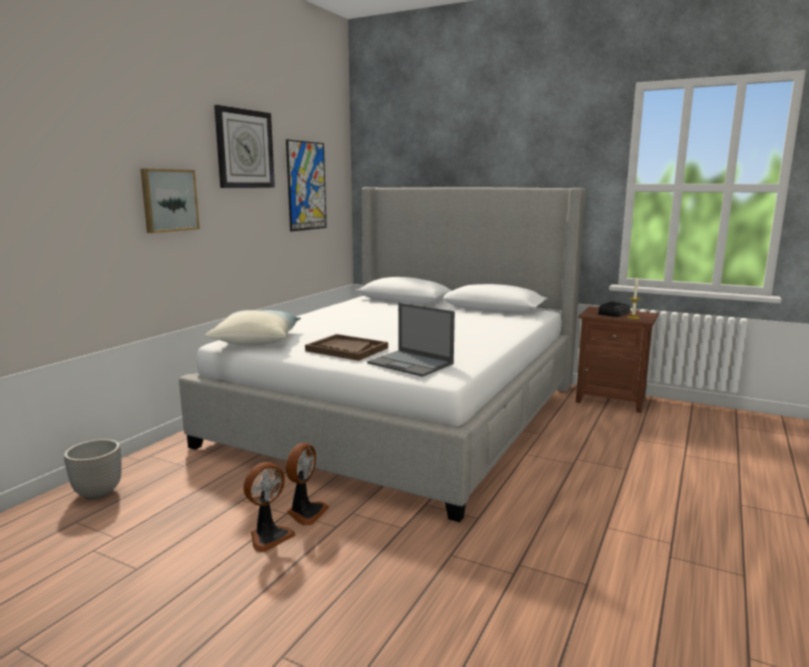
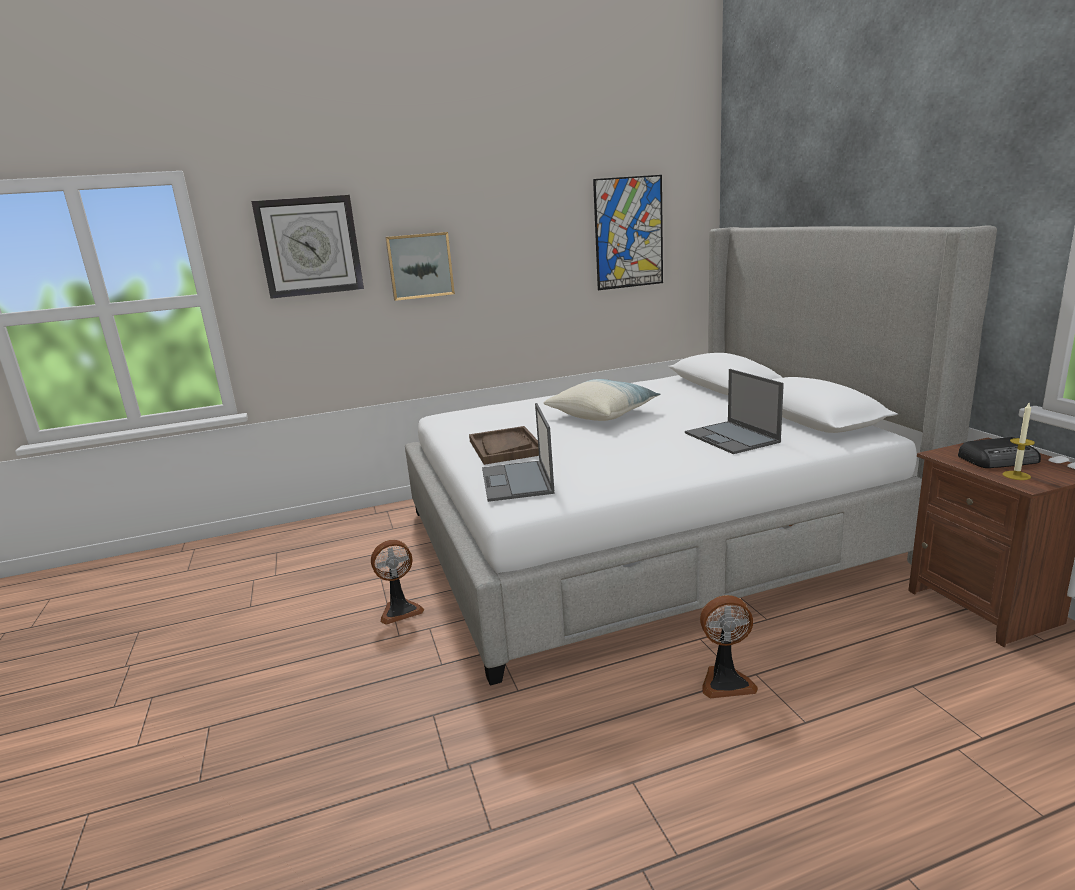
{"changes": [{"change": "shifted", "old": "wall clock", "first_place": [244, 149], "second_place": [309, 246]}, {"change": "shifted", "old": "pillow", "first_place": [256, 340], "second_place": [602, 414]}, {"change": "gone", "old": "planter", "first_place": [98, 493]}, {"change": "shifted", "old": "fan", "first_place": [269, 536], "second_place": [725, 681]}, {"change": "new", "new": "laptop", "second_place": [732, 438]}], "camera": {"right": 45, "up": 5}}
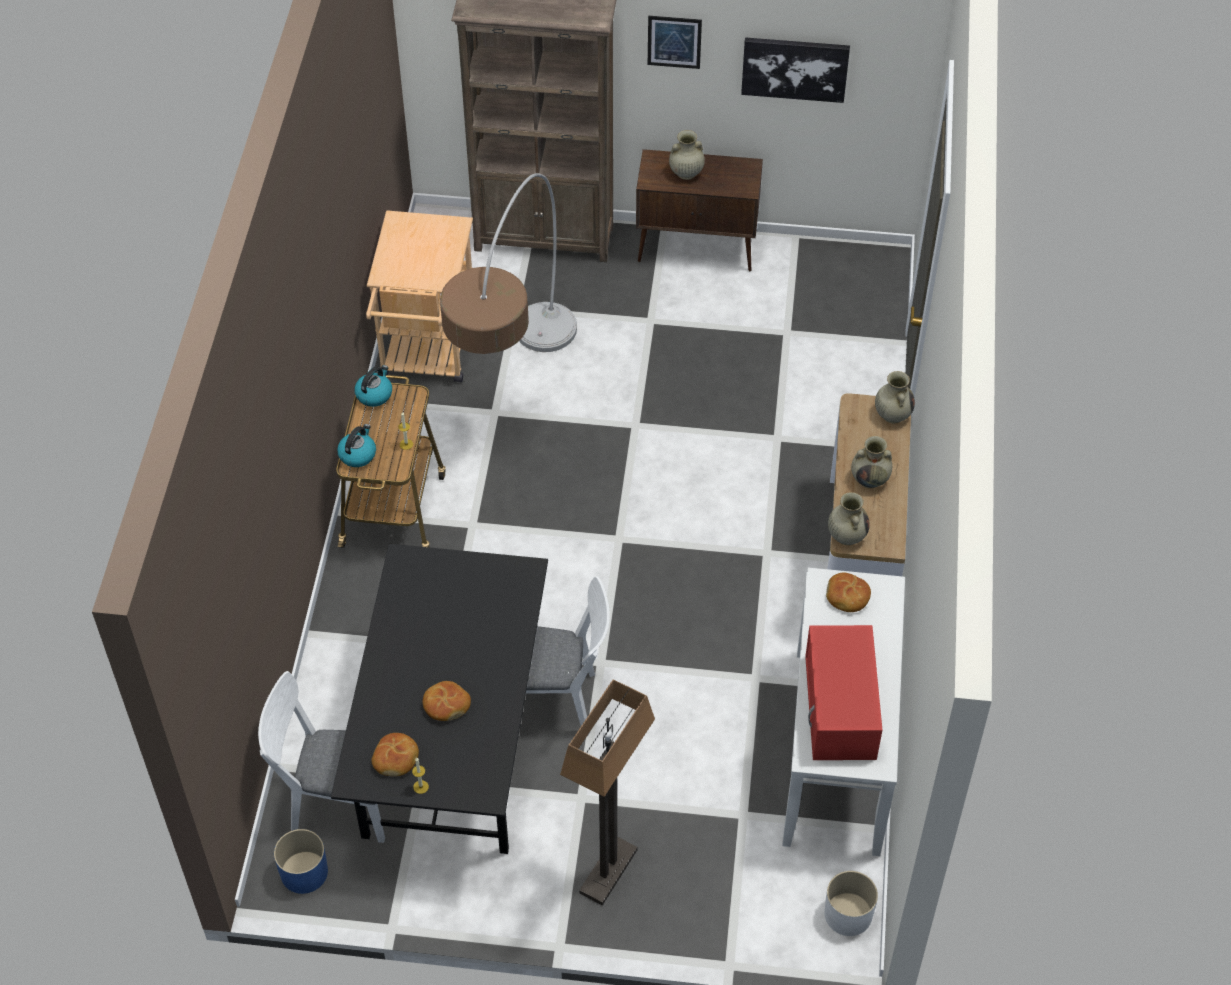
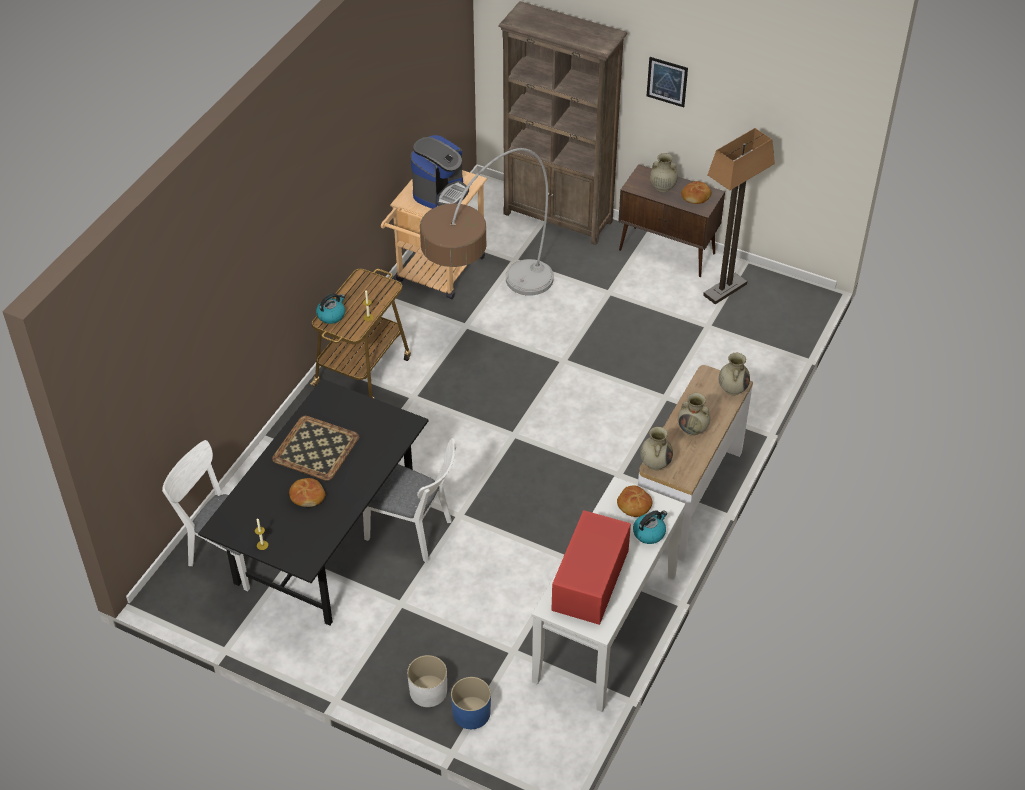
{"changes": [{"change": "gone", "old": "picture", "first_place": [795, 68]}, {"change": "shifted", "old": "kettle", "first_place": [374, 394], "second_place": [649, 533]}, {"change": "shifted", "old": "floor lamp", "first_place": [608, 871], "second_place": [725, 289]}, {"change": "shifted", "old": "bread", "first_place": [396, 759], "second_place": [696, 196]}, {"change": "shifted", "old": "planter in blue", "first_place": [303, 872], "second_place": [471, 713]}, {"change": "shifted", "old": "planter in white", "first_place": [848, 914], "second_place": [428, 691]}, {"change": "new", "new": "coffee machine", "second_place": [440, 192]}, {"change": "new", "new": "tray", "second_place": [316, 449]}], "camera": {"right": 20, "up": -5}}
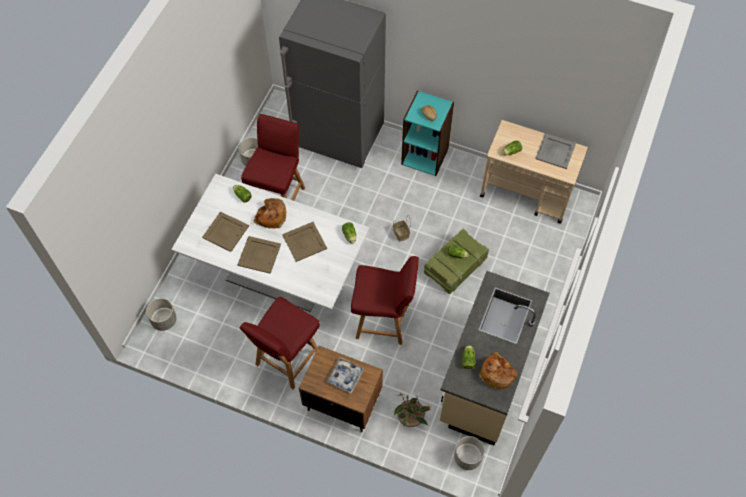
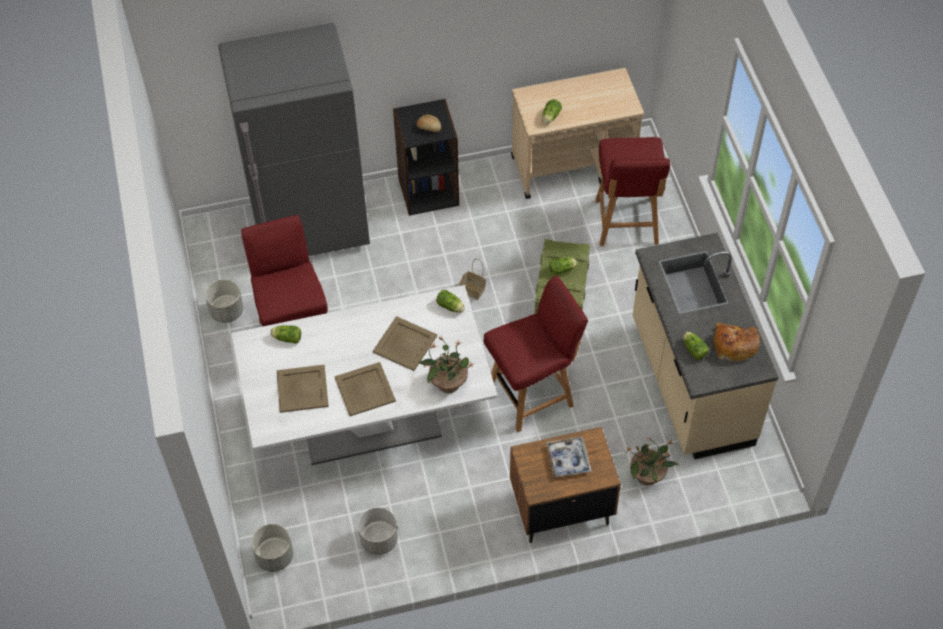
{"changes": [{"change": "repainted", "old": "bookcase in turquoise", "new": "bookcase in black", "first_place": [425, 156], "second_place": [428, 190]}, {"change": "gone", "old": "tray in grey", "first_place": [555, 151]}, {"change": "gone", "old": "bread", "first_place": [271, 216]}, {"change": "shifted", "old": "chair in red", "first_place": [287, 360], "second_place": [626, 223]}, {"change": "shifted", "old": "planter in grey", "first_place": [467, 457], "second_place": [379, 540]}, {"change": "new", "new": "potted plant", "second_place": [447, 383]}], "camera": {"right": -35, "up": -5}}
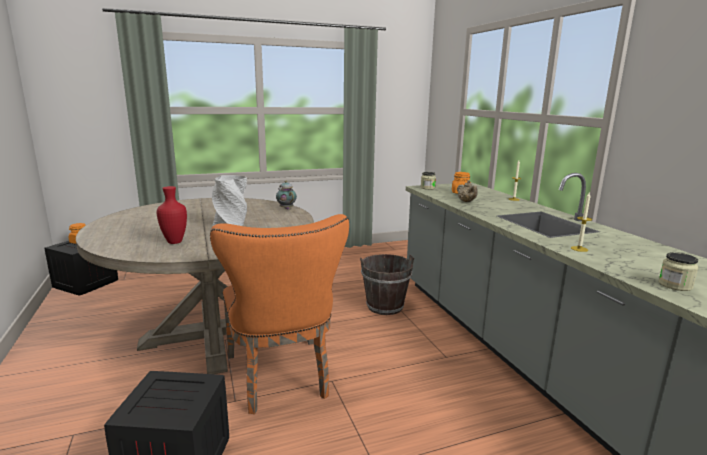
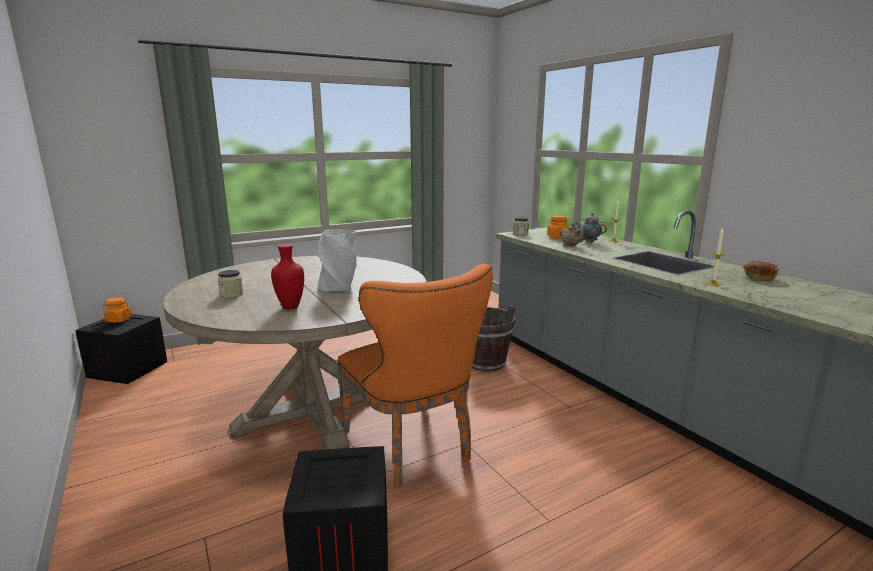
{"changes": [{"change": "shifted", "old": "teapot", "first_place": [286, 208], "second_place": [588, 242]}, {"change": "shifted", "old": "jar", "first_place": [675, 285], "second_place": [231, 294]}, {"change": "new", "new": "bread", "second_place": [758, 278]}], "camera": {"right": -10, "up": 0}}
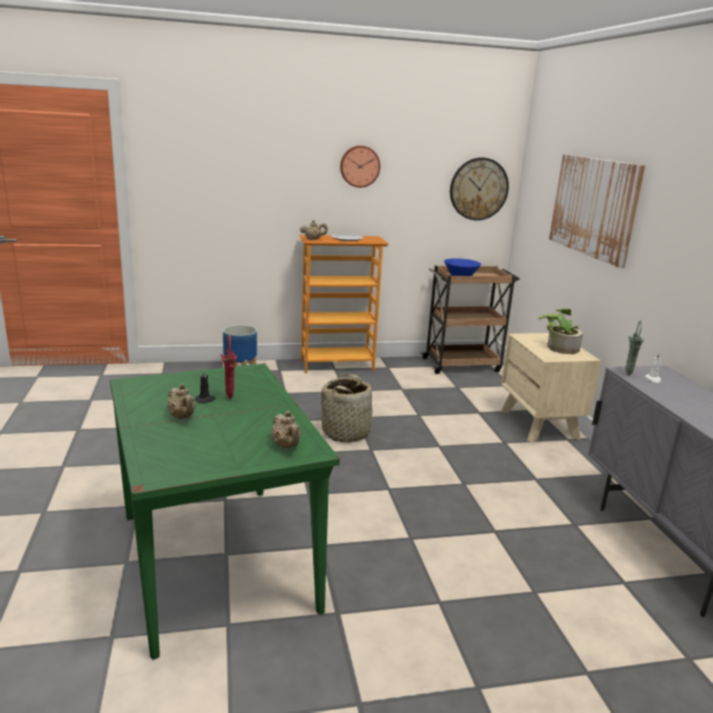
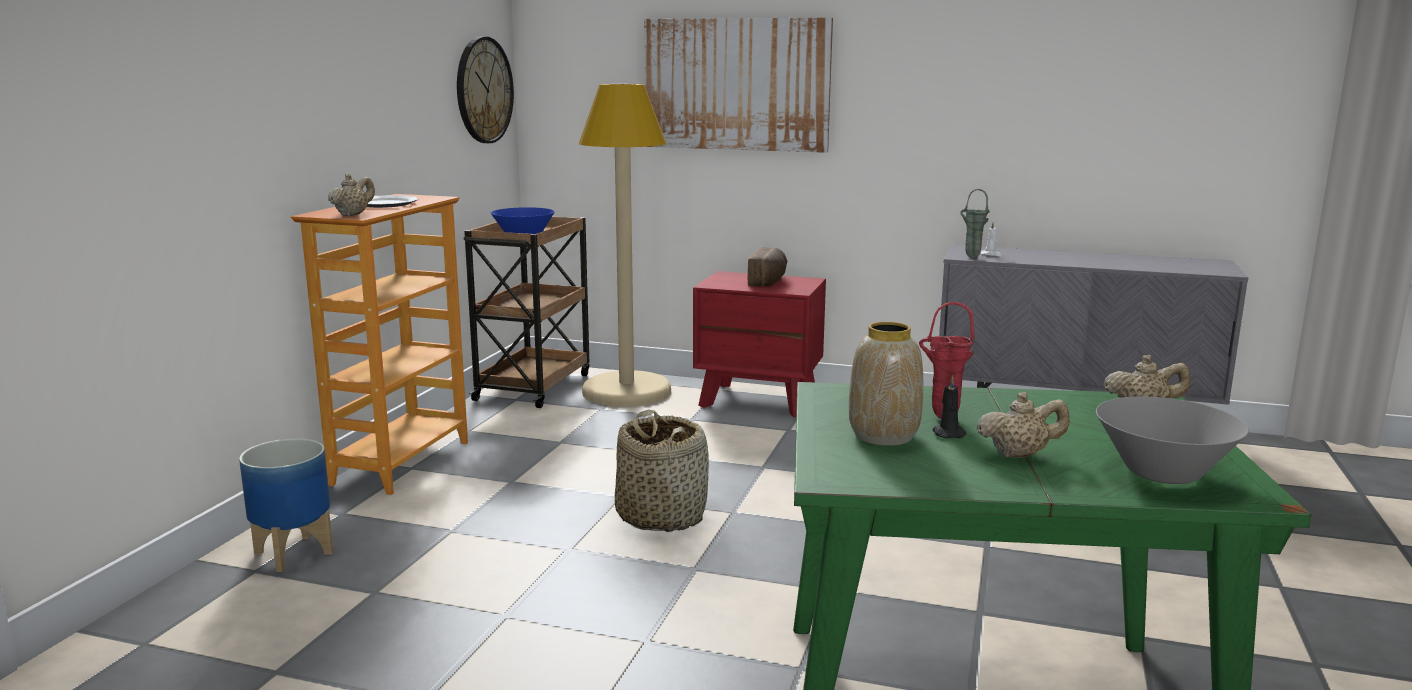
{"changes": [{"change": "gone", "old": "wall clock", "first_place": [359, 166]}, {"change": "swapped", "old": "potted plant", "new": "bread", "first_place": [558, 347], "second_place": [769, 281]}, {"change": "repainted", "old": "nightstand in beige", "new": "nightstand in red", "first_place": [539, 424], "second_place": [759, 399]}, {"change": "new", "new": "floor lamp in beige", "second_place": [627, 392]}, {"change": "new", "new": "vase", "second_place": [882, 436]}, {"change": "new", "new": "bowl in grey", "second_place": [1162, 473]}], "camera": {"right": -60, "up": -5}}
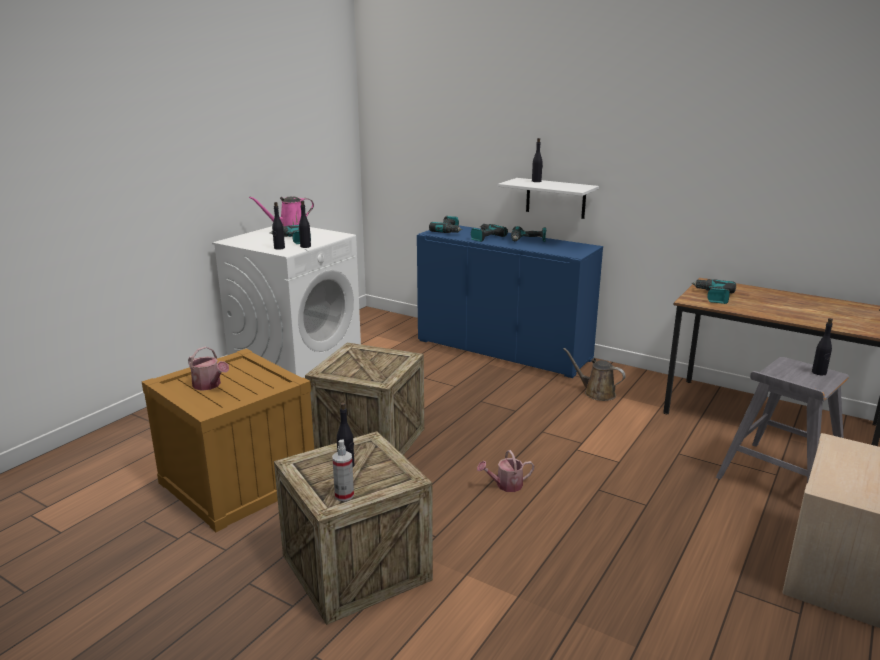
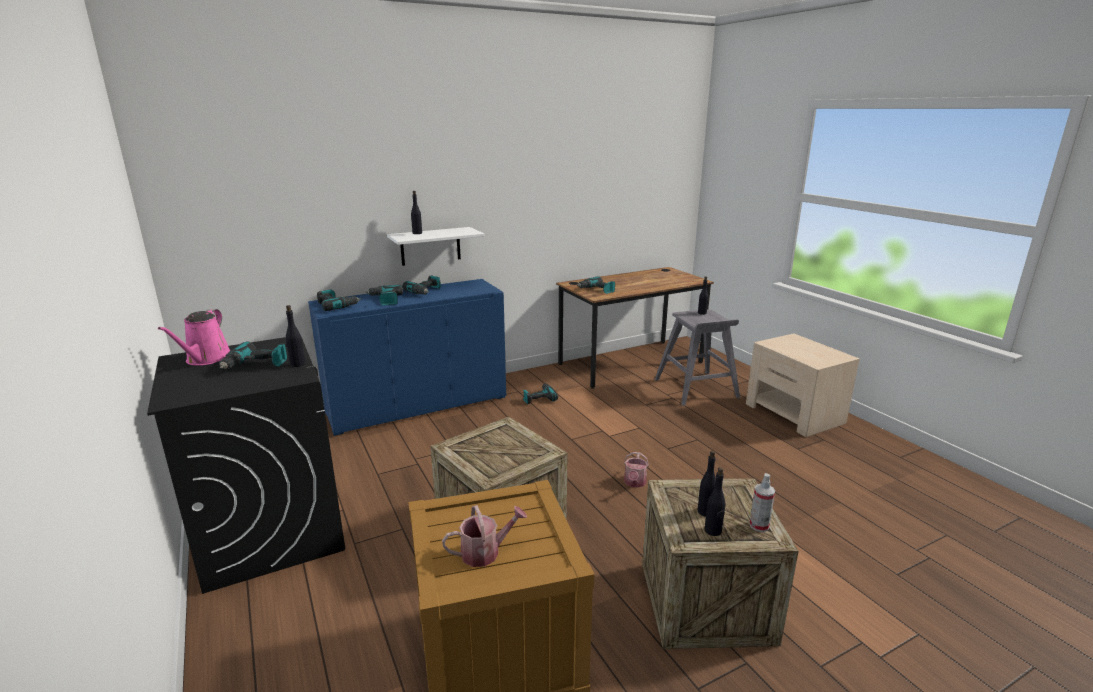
{"changes": [{"change": "shifted", "old": "bottle in black", "first_place": [279, 248], "second_place": [713, 531]}, {"change": "repainted", "old": "washing machine in white", "new": "washing machine in black", "first_place": [297, 366], "second_place": [270, 530]}, {"change": "swapped", "old": "watering can in brown", "new": "power drill", "first_place": [596, 393], "second_place": [538, 398]}], "camera": {"right": -60, "up": 0}}
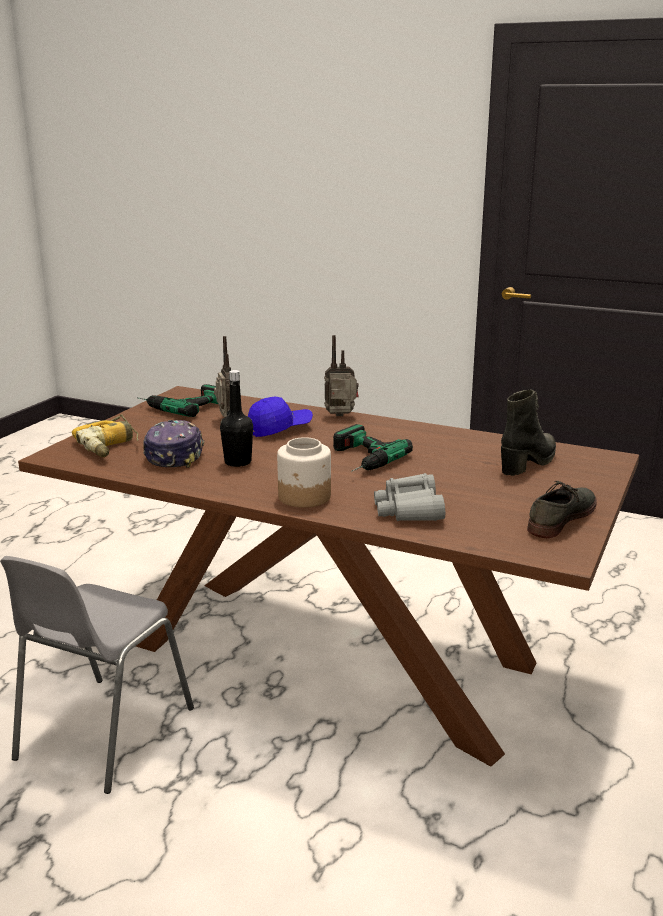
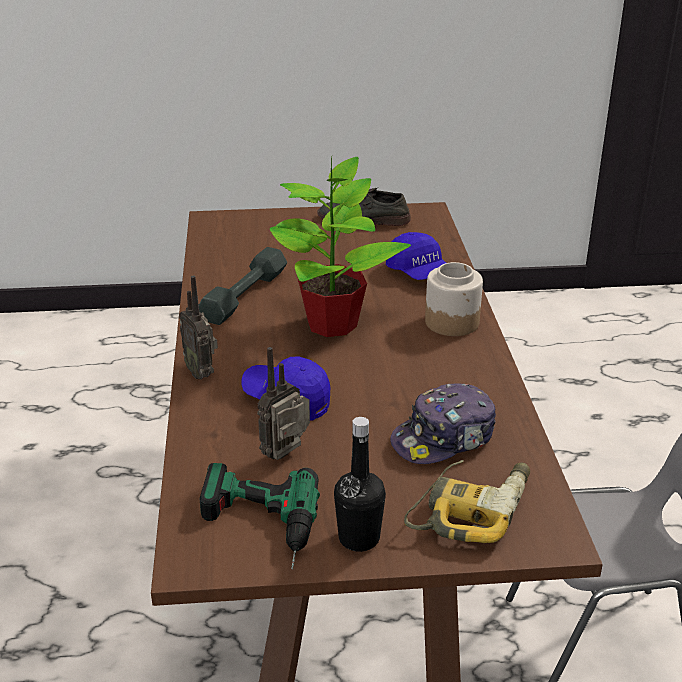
{"changes": [{"change": "shifted", "old": "bottle in black", "first_place": [238, 462], "second_place": [359, 538]}, {"change": "gone", "old": "boot in black", "first_place": [529, 462]}, {"change": "swapped", "old": "power drill", "new": "potted plant", "first_place": [358, 459], "second_place": [332, 323]}, {"change": "swapped", "old": "binoculars in grey", "new": "cap in blue", "first_place": [409, 509], "second_place": [419, 272]}, {"change": "new", "new": "dumbbell in grey", "second_place": [244, 296]}], "camera": {"right": -120, "up": 10}}
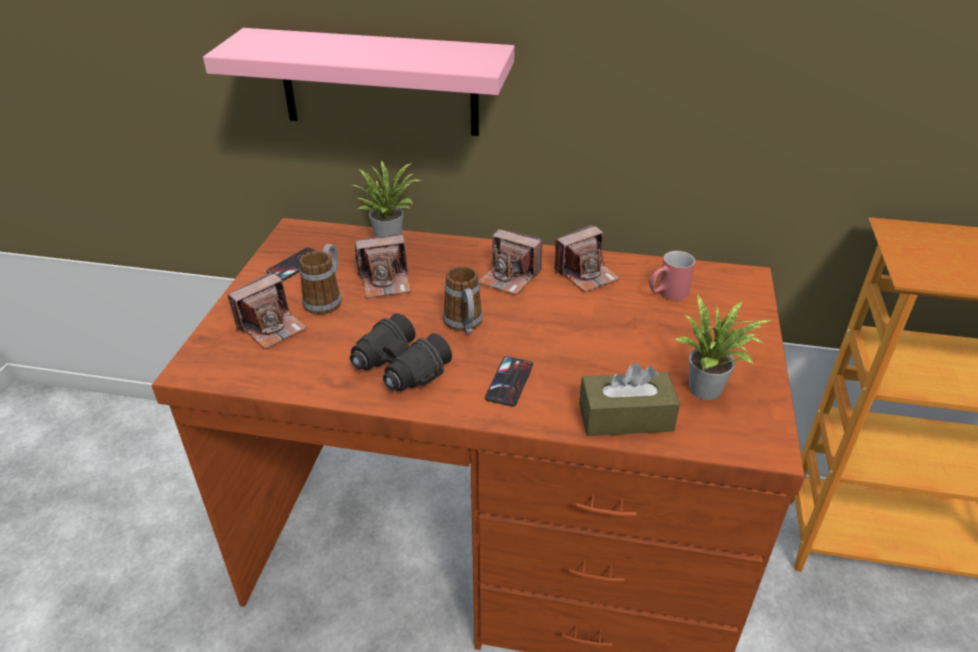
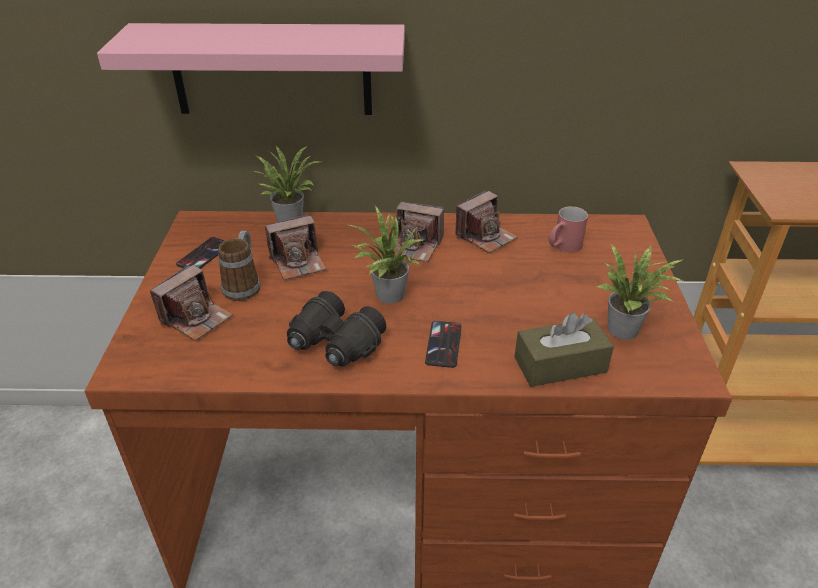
{"changes": [{"change": "swapped", "old": "mug", "new": "potted plant", "first_place": [465, 325], "second_place": [386, 296]}], "camera": {"right": -10, "up": 0}}
